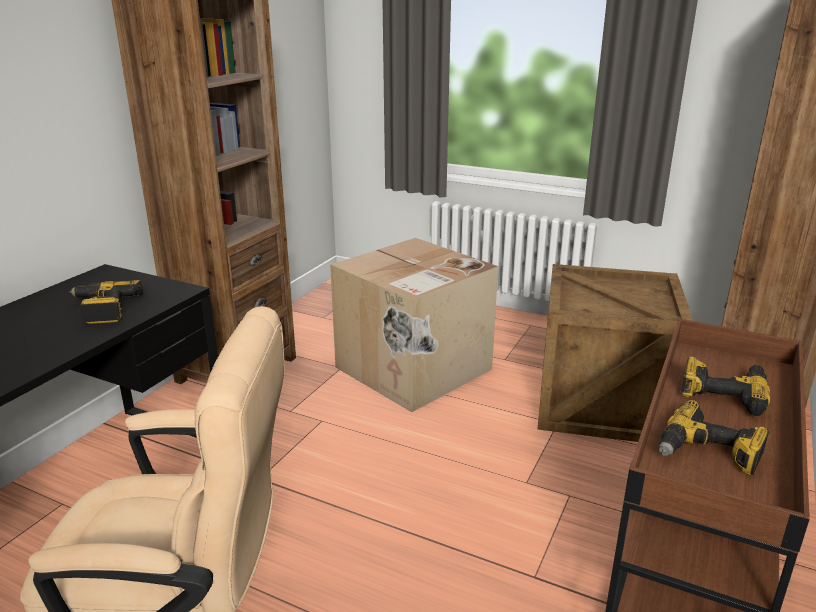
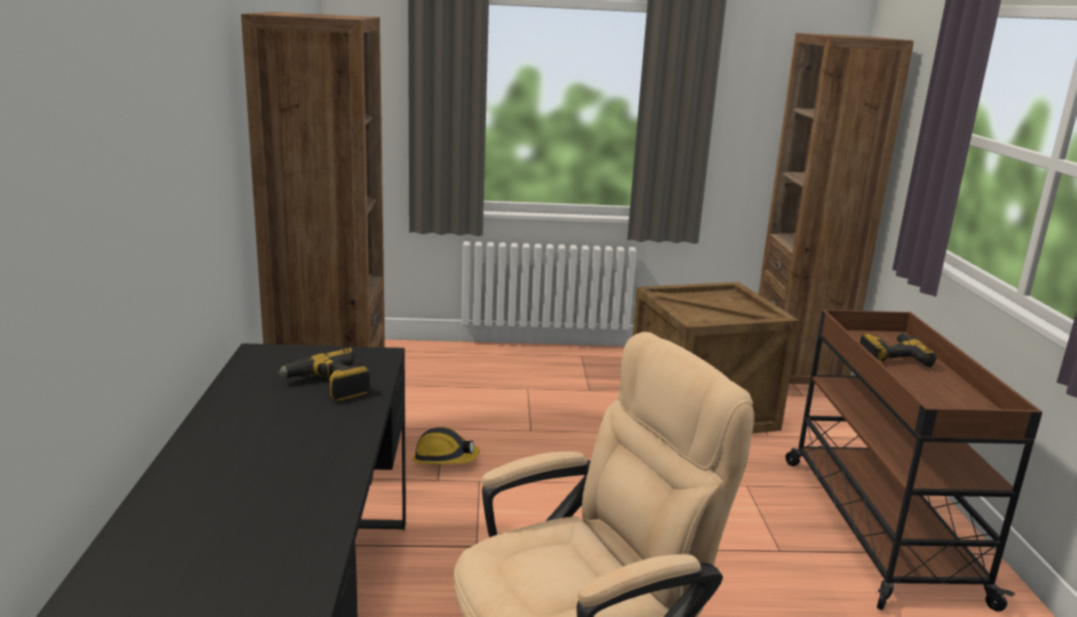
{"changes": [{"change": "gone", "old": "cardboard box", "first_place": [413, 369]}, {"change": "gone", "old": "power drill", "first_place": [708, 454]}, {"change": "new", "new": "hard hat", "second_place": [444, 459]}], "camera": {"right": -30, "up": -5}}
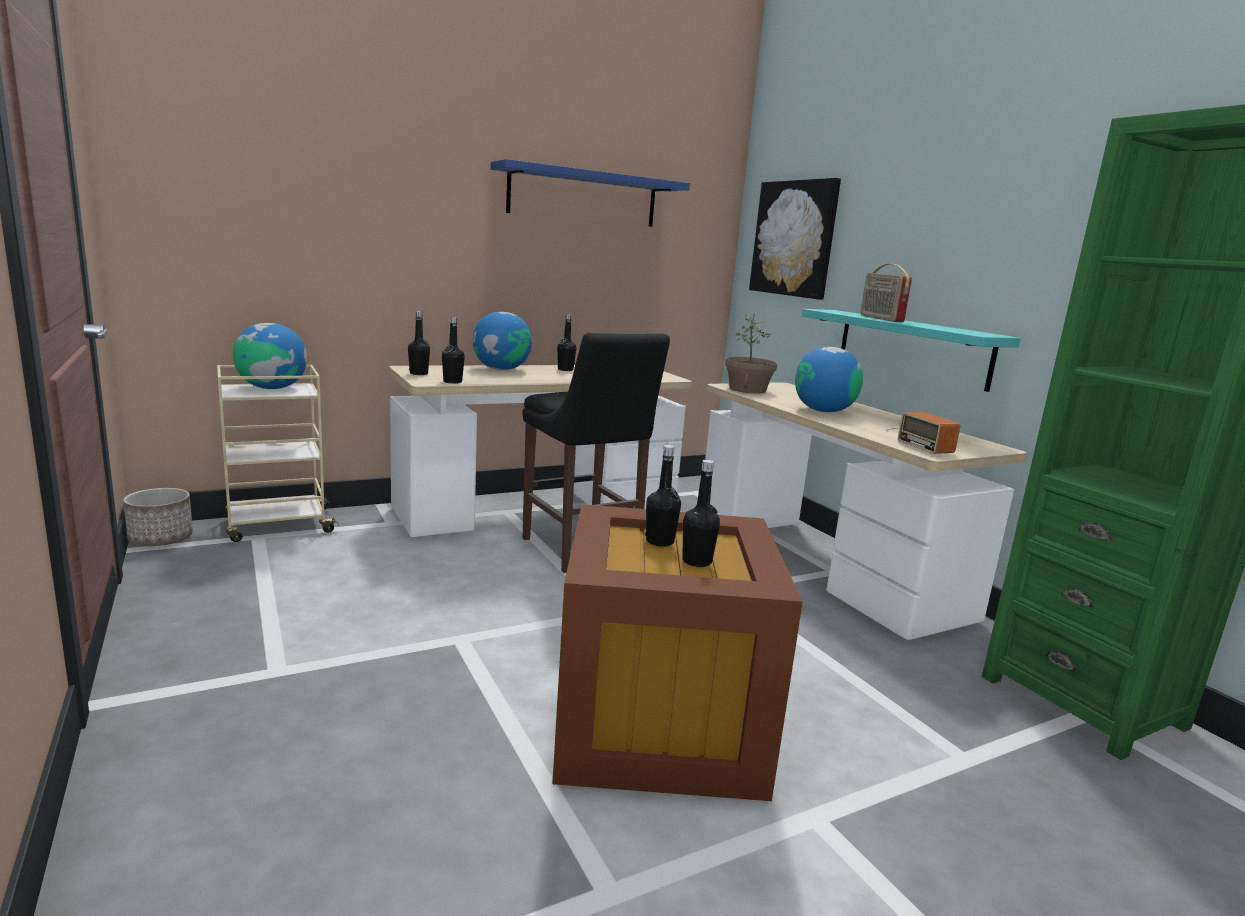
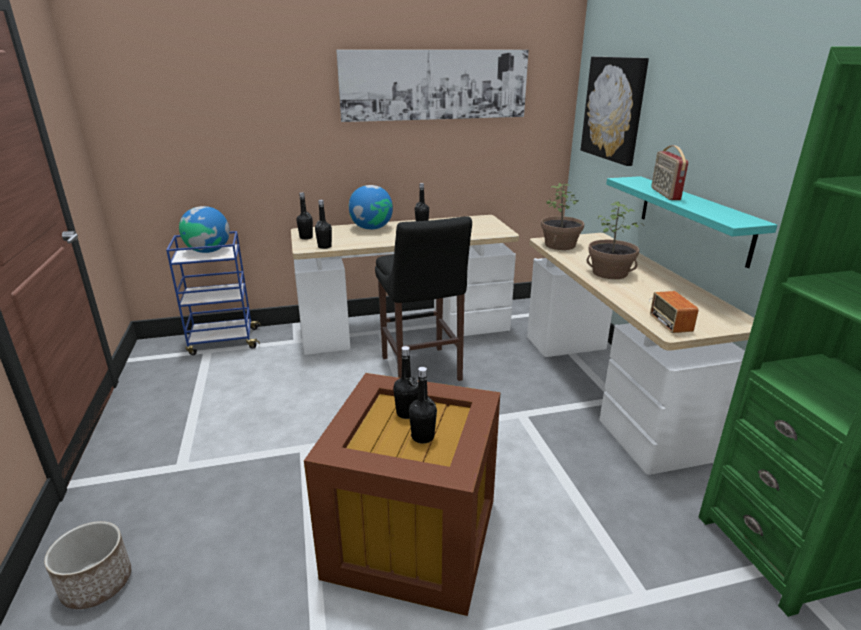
{"changes": [{"change": "swapped", "old": "shelf in blue", "new": "picture", "first_place": [583, 197], "second_place": [435, 85]}, {"change": "swapped", "old": "globe", "new": "potted plant", "first_place": [823, 411], "second_place": [609, 273]}, {"change": "repainted", "old": "cart in beige", "new": "cart in blue", "first_place": [277, 526], "second_place": [223, 341]}, {"change": "shifted", "old": "planter", "first_place": [160, 539], "second_place": [97, 583]}], "camera": {"right": 15, "up": 10}}
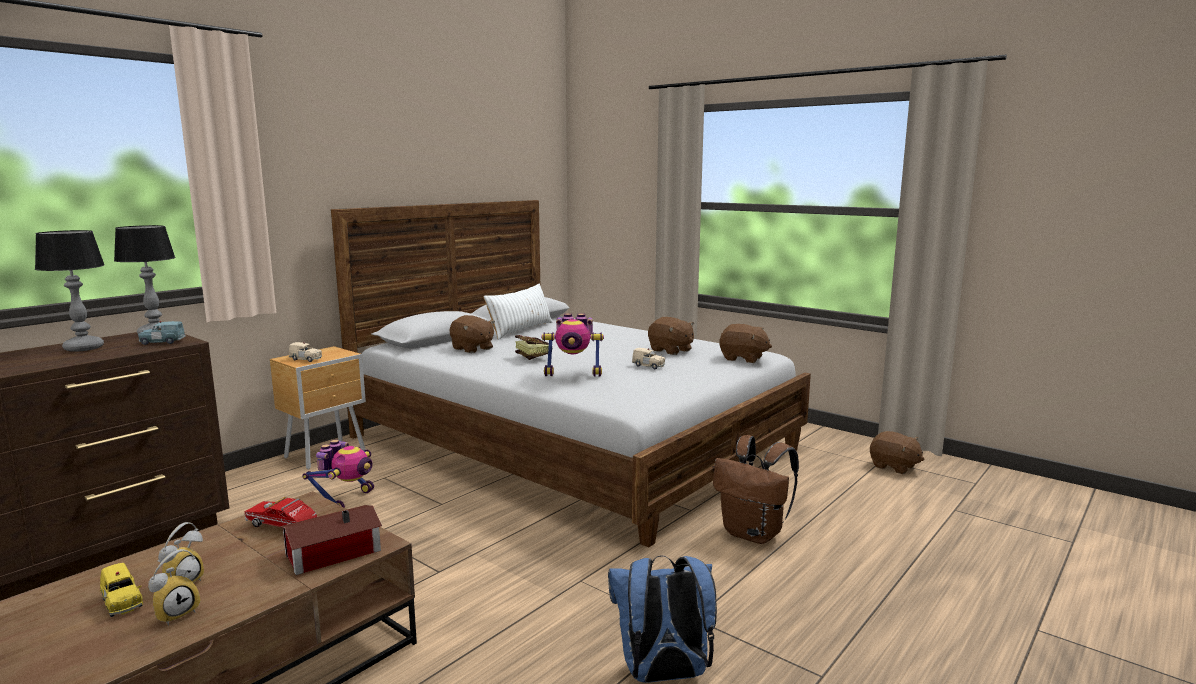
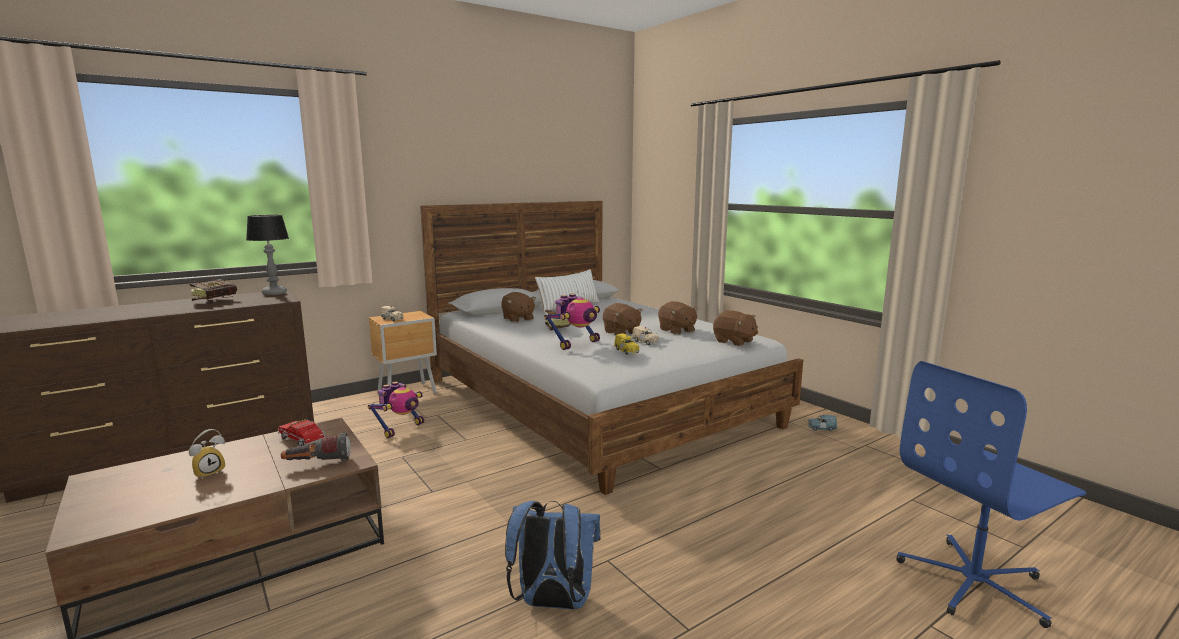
{"changes": [{"change": "swapped", "old": "table lamp", "new": "book", "first_place": [83, 348], "second_place": [219, 300]}, {"change": "rotated", "old": "toy robot", "first_place": [573, 373], "second_place": [576, 344], "degrees": -60}, {"change": "shifted", "old": "toy car in blue", "first_place": [162, 342], "second_place": [821, 428]}, {"change": "shifted", "old": "plush toy in brown", "first_place": [894, 467], "second_place": [621, 333]}, {"change": "gone", "old": "backpack in brown", "first_place": [754, 534]}, {"change": "swapped", "old": "toy house", "new": "flashlight", "first_place": [330, 552], "second_place": [318, 464]}, {"change": "gone", "old": "alarm clock", "first_place": [177, 612]}, {"change": "shifted", "old": "toy car in yellow", "first_place": [122, 603], "second_place": [626, 351]}, {"change": "new", "new": "office chair in blue", "second_place": [974, 583]}], "camera": {"right": 15, "up": 0}}
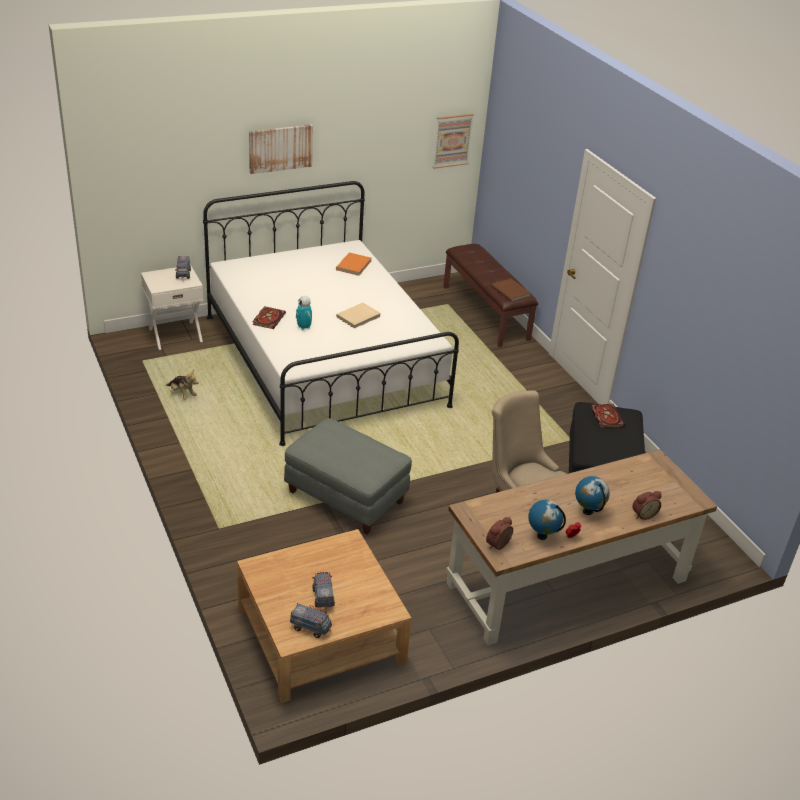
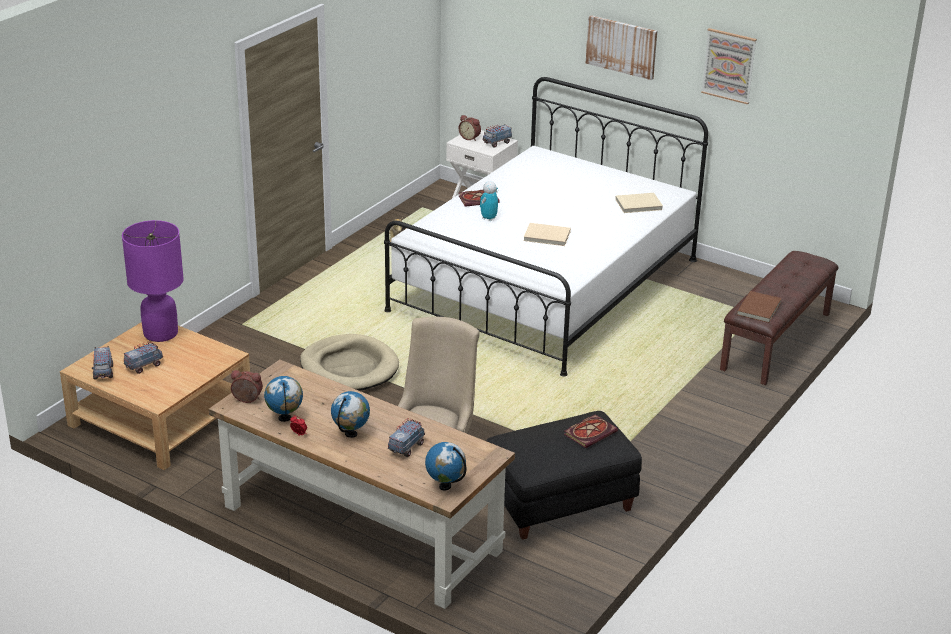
{"changes": [{"change": "shifted", "old": "picture", "first_place": [452, 140], "second_place": [729, 65]}, {"change": "repainted", "old": "book in orange", "new": "book in beige", "first_place": [354, 265], "second_place": [639, 205]}, {"change": "swapped", "old": "ottoman in grey", "new": "dog bed in beige", "first_place": [345, 498], "second_place": [349, 367]}, {"change": "shifted", "old": "alarm clock", "first_place": [643, 514], "second_place": [470, 138]}, {"change": "new", "new": "table lamp in purple", "second_place": [160, 333]}, {"change": "new", "new": "toy truck", "second_place": [406, 447]}, {"change": "new", "new": "globe", "second_place": [445, 486]}], "camera": {"right": 60, "up": -5}}
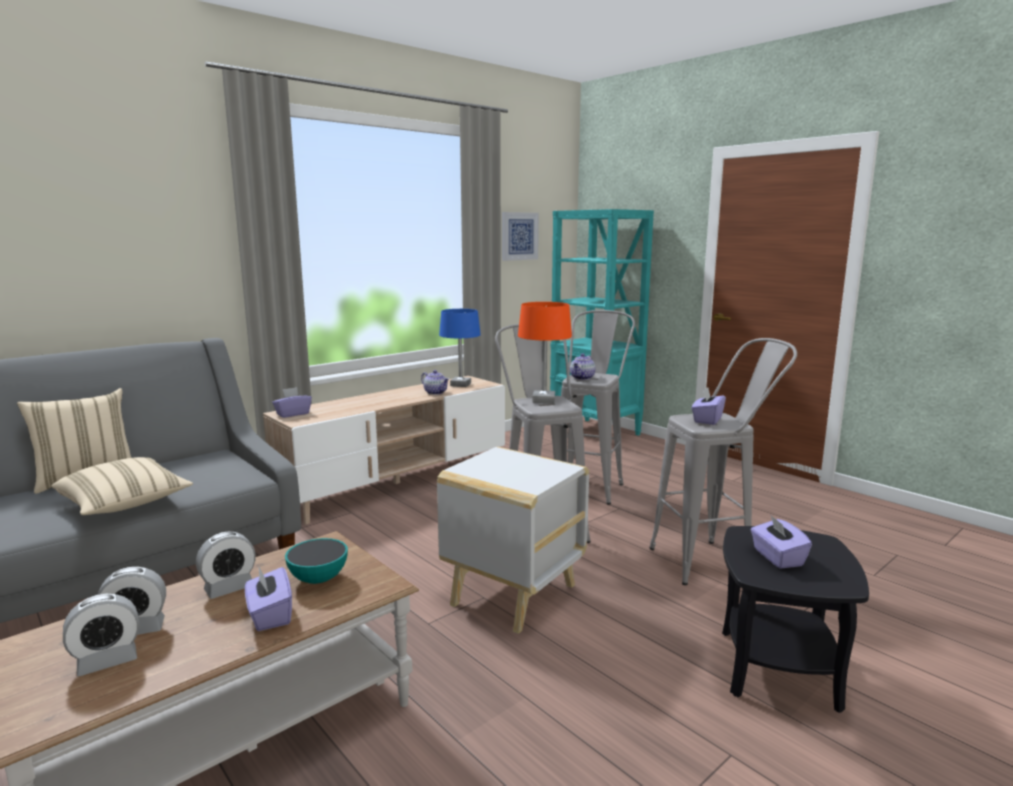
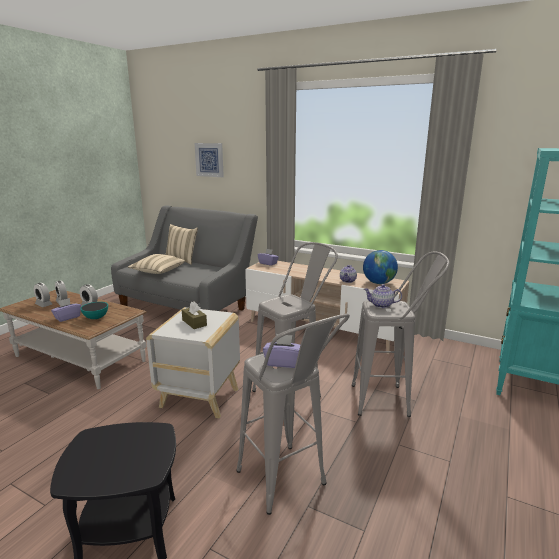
{"changes": [{"change": "shifted", "old": "picture", "first_place": [519, 236], "second_place": [209, 160]}, {"change": "gone", "old": "table lamp in orange", "first_place": [544, 400]}, {"change": "swapped", "old": "table lamp in blue", "new": "globe", "first_place": [460, 384], "second_place": [378, 283]}, {"change": "gone", "old": "tissue box in purple", "first_place": [777, 557]}, {"change": "new", "new": "tissue box in brown", "second_place": [194, 323]}], "camera": {"right": 70, "up": 5}}
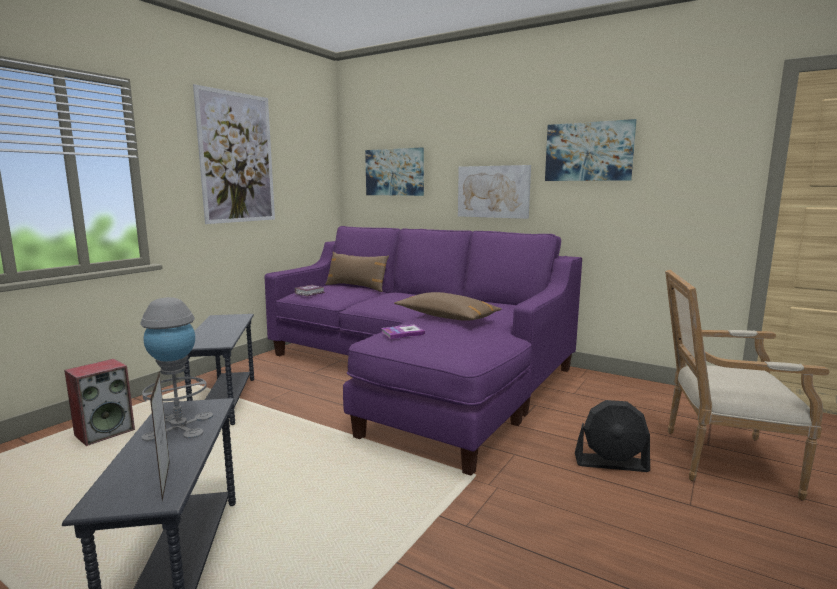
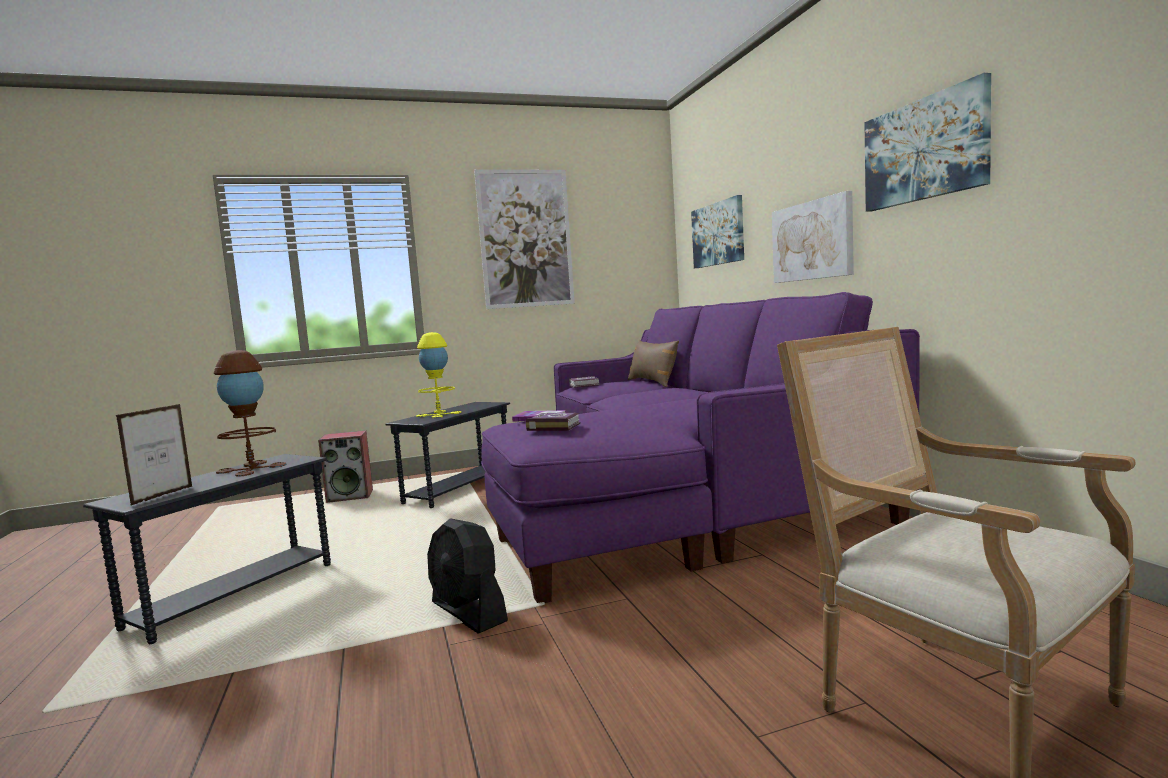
{"changes": [{"change": "gone", "old": "pillow in brown", "first_place": [446, 317]}, {"change": "repainted", "old": "table lamp in grey", "new": "table lamp in brown", "first_place": [179, 426], "second_place": [251, 468]}, {"change": "shifted", "old": "fan in black", "first_place": [611, 463], "second_place": [468, 612]}, {"change": "new", "new": "table lamp in yellow", "second_place": [439, 414]}, {"change": "new", "new": "book", "second_place": [553, 427]}], "camera": {"right": 40, "up": -5}}
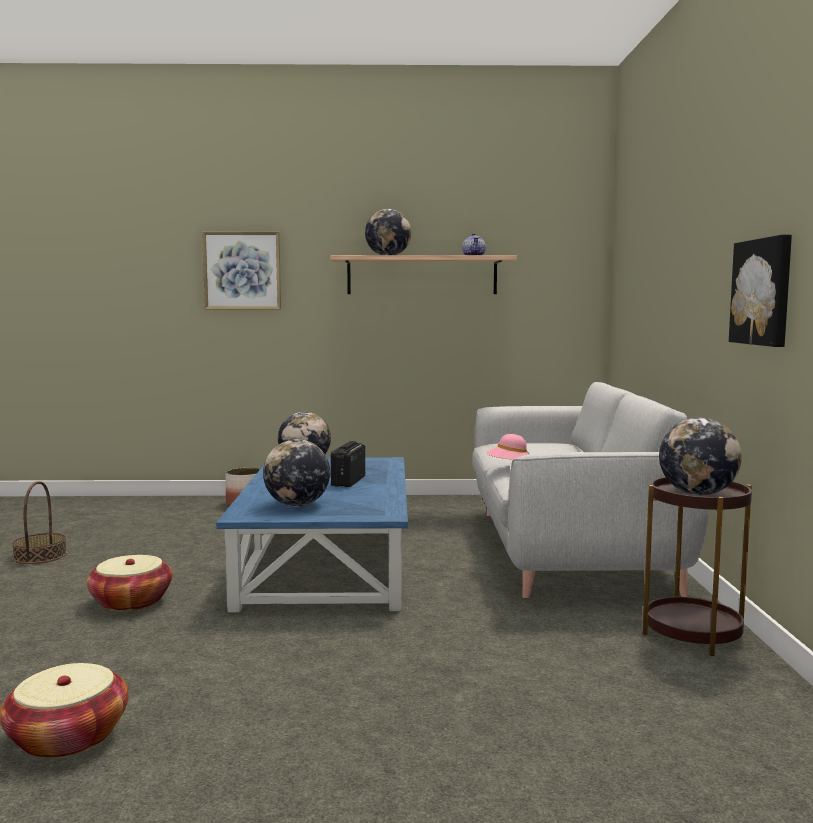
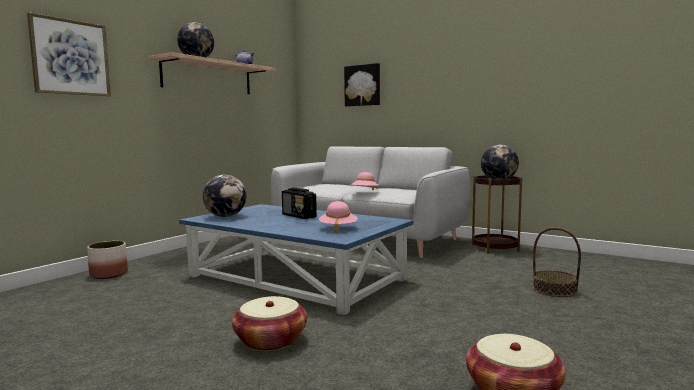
{"changes": [{"change": "shifted", "old": "picture", "first_place": [763, 292], "second_place": [362, 85]}, {"change": "swapped", "old": "globe", "new": "hat in pink", "first_place": [297, 505], "second_place": [338, 228]}, {"change": "shifted", "old": "basket", "first_place": [40, 556], "second_place": [554, 290]}], "camera": {"right": -55, "up": 0}}
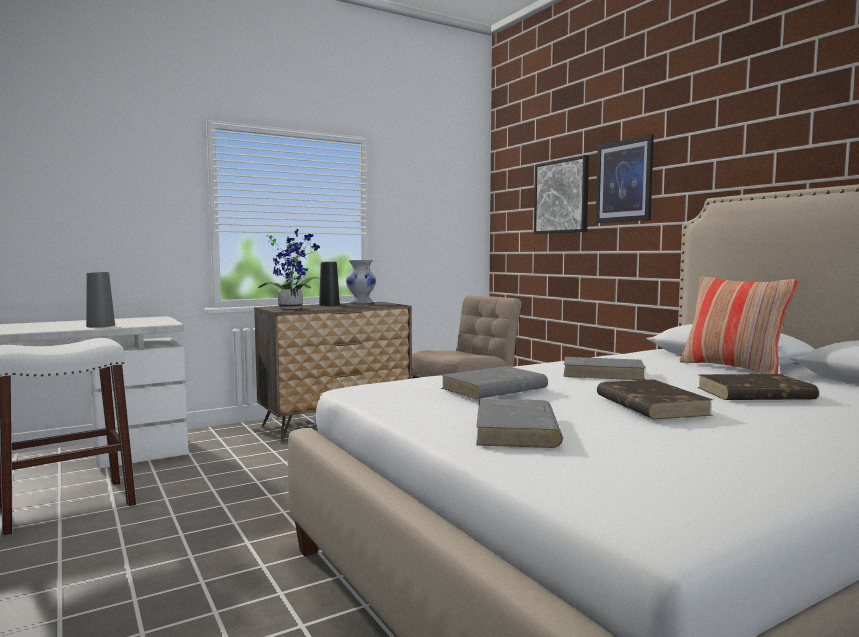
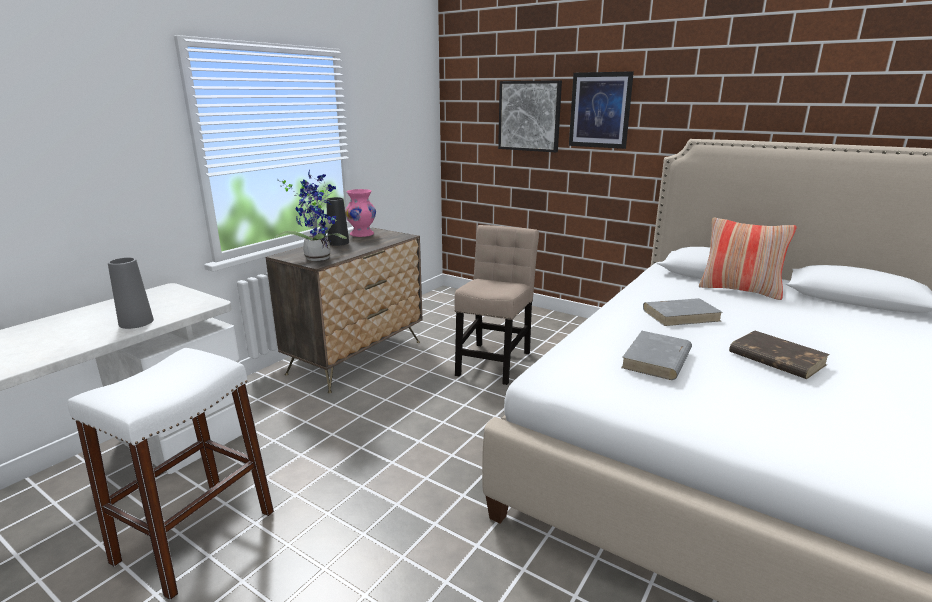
{"changes": [{"change": "repainted", "old": "vase in white", "new": "vase in pink", "first_place": [360, 303], "second_place": [361, 234]}, {"change": "gone", "old": "book in brown", "first_place": [753, 394]}, {"change": "gone", "old": "book in grey", "first_place": [516, 430]}], "camera": {"right": -25, "up": 15}}
